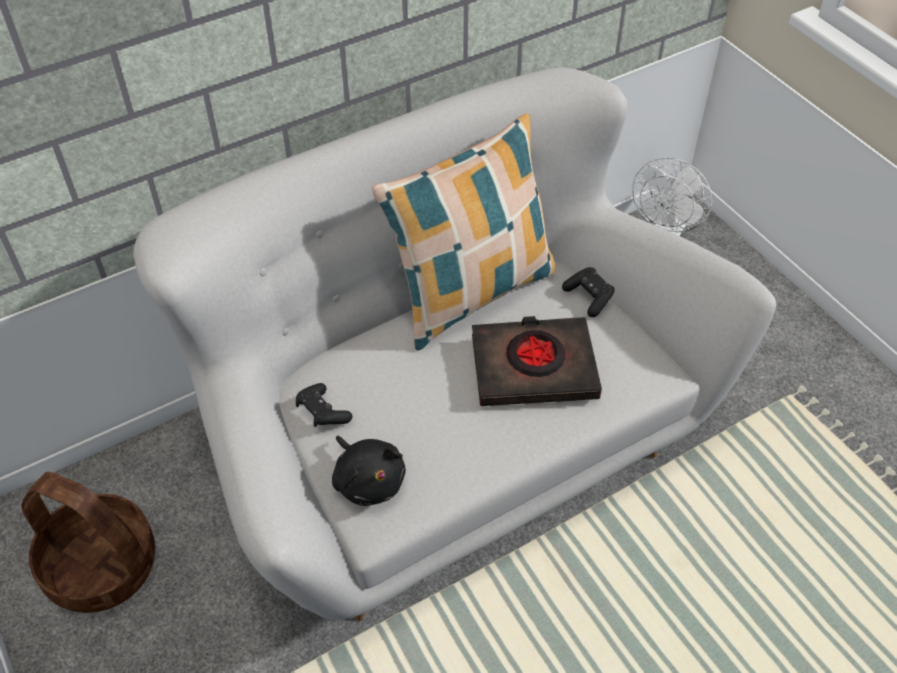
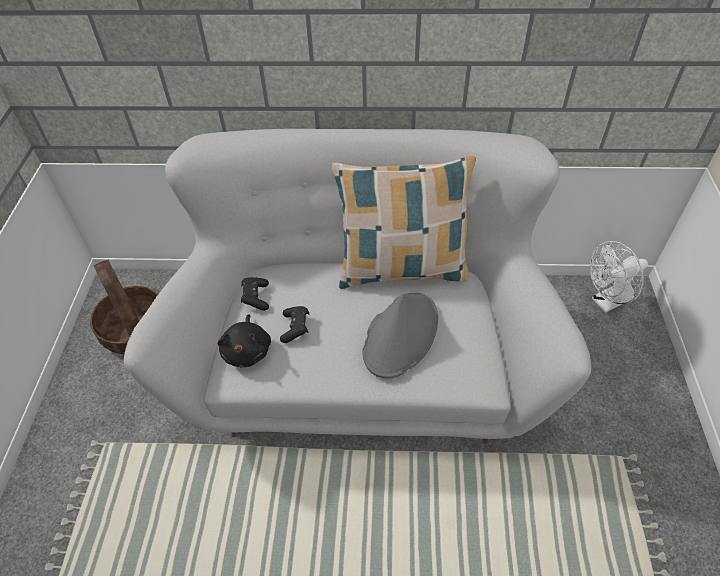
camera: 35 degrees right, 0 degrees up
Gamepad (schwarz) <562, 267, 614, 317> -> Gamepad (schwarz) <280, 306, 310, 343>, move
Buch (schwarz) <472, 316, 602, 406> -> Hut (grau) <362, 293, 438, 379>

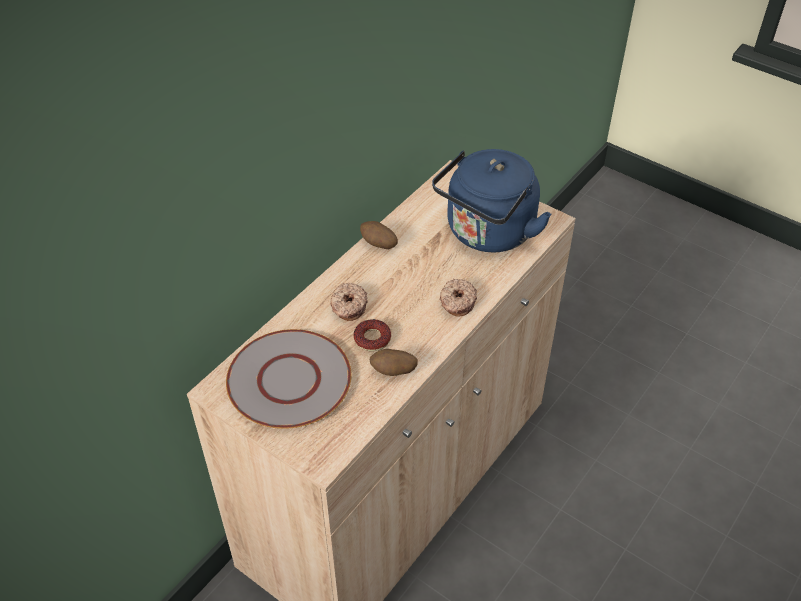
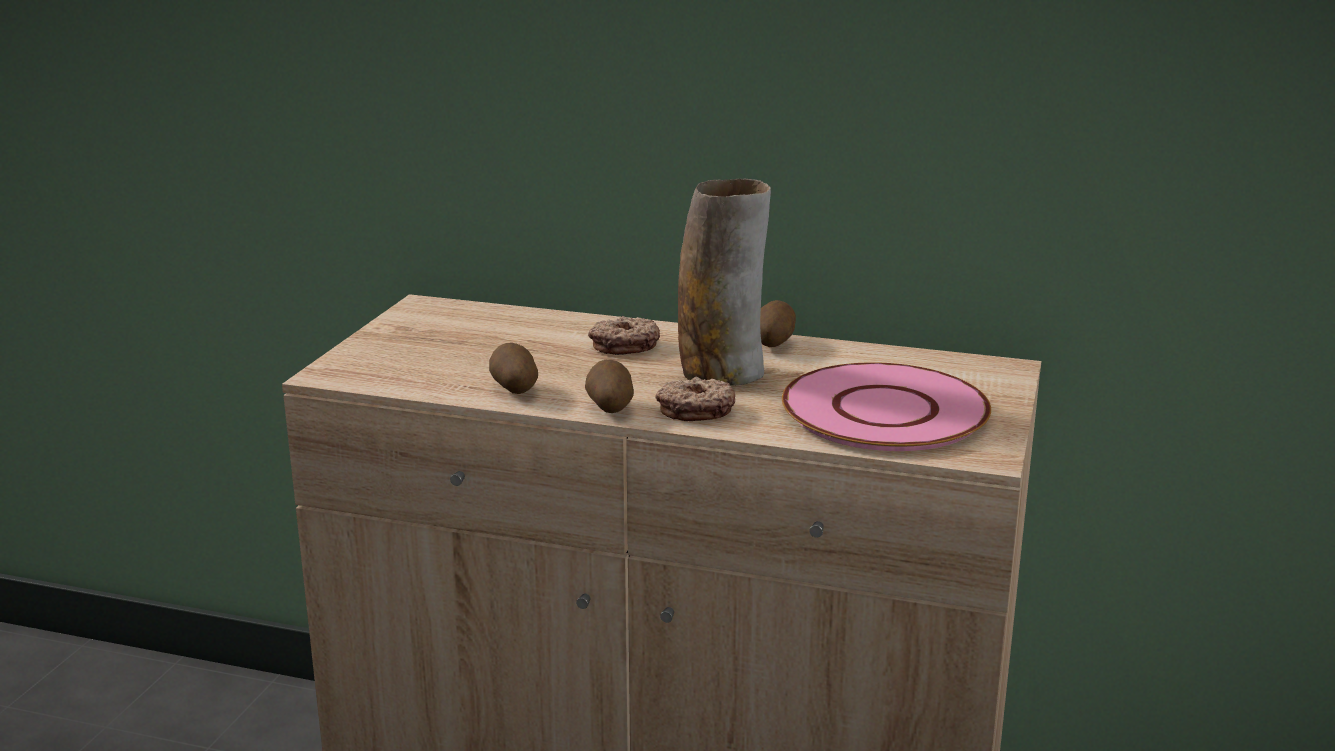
camera: 70 degrees right, 25 degrees down
Teller (grau) <226, 329, 352, 429> -> none
Donut <354, 319, 391, 352> -> none
none -> Kartoffel <585, 360, 634, 413>
none -> Vase <678, 178, 771, 386>
Wasserkessel (blau) <432, 149, 552, 252> -> Teller (rosa) <782, 362, 991, 451>

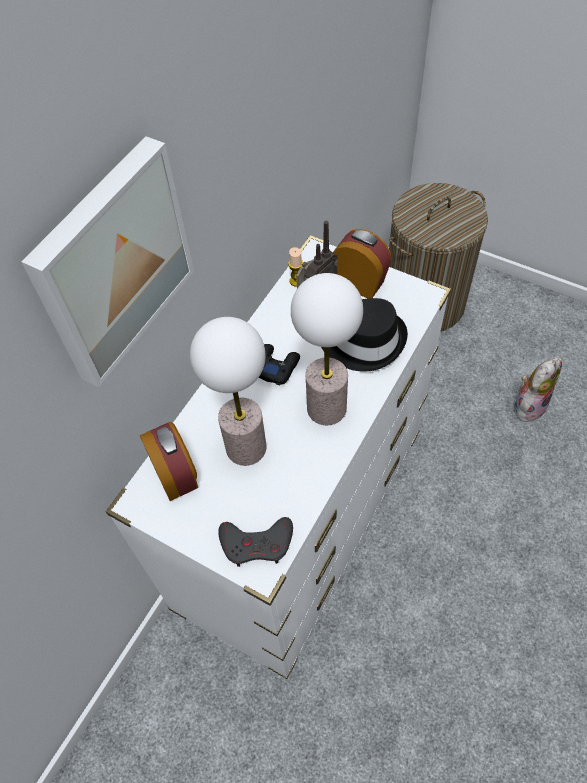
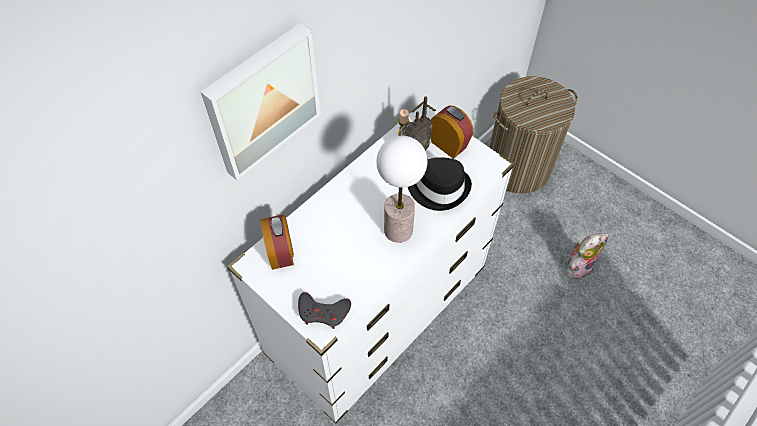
camera: 10 degrees right, 0 degrees up
Tischlampe <190, 317, 267, 466> -> none
Gamepad (schwarz) <259, 344, 300, 385> -> none

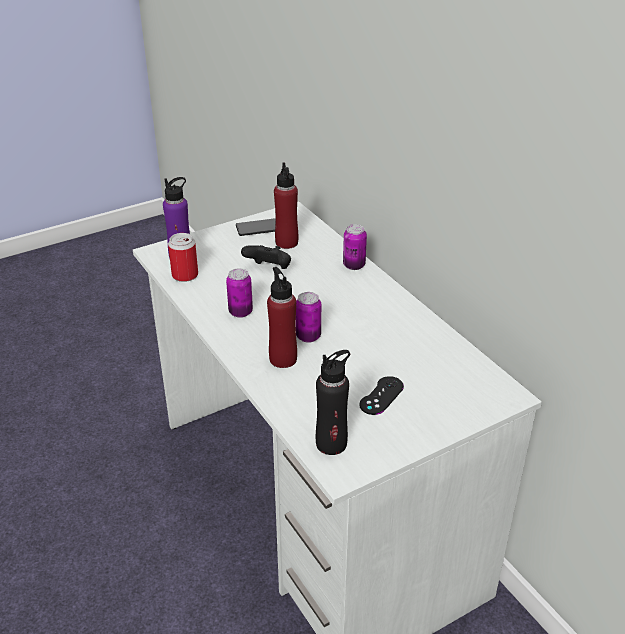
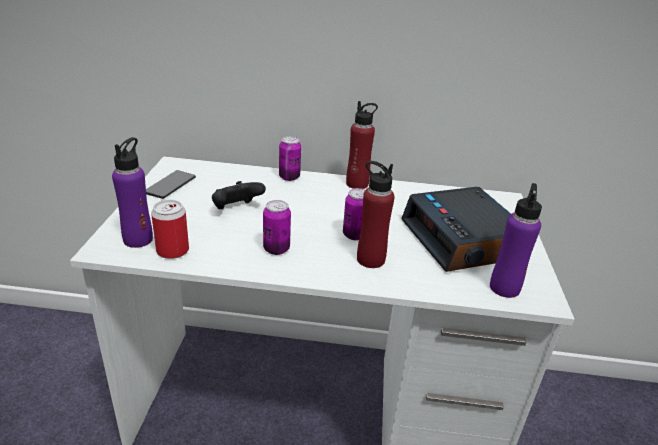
camera: 55 degrees left, 5 degrees down
Flasche (rot) <274, 162, 298, 249> -> Flasche (rot) <346, 101, 378, 189>, move
Gamepad (schwarz) <359, 376, 404, 415> -> Wecker <401, 187, 511, 272>
Flasche (schwarz) <316, 350, 350, 455> -> Flasche (lila) <490, 183, 542, 298>

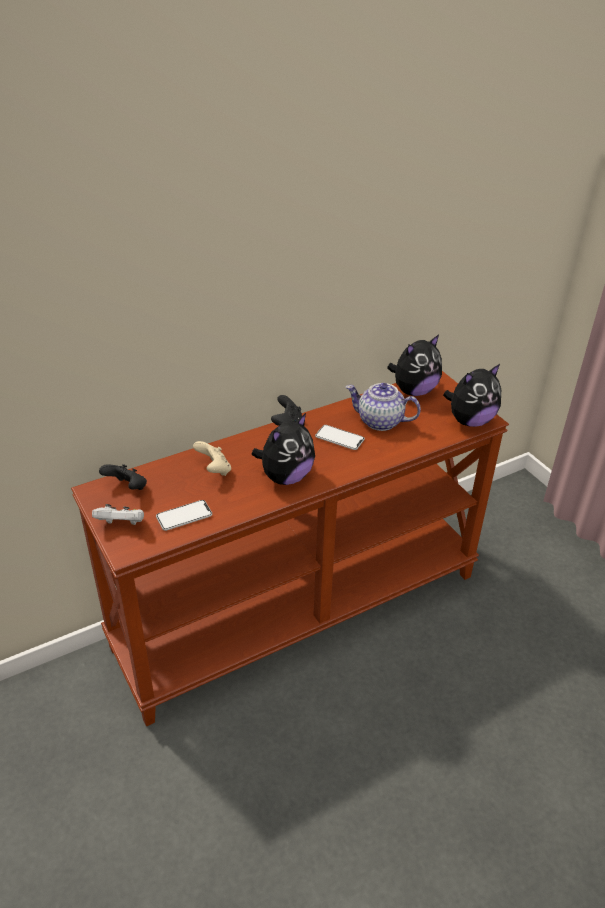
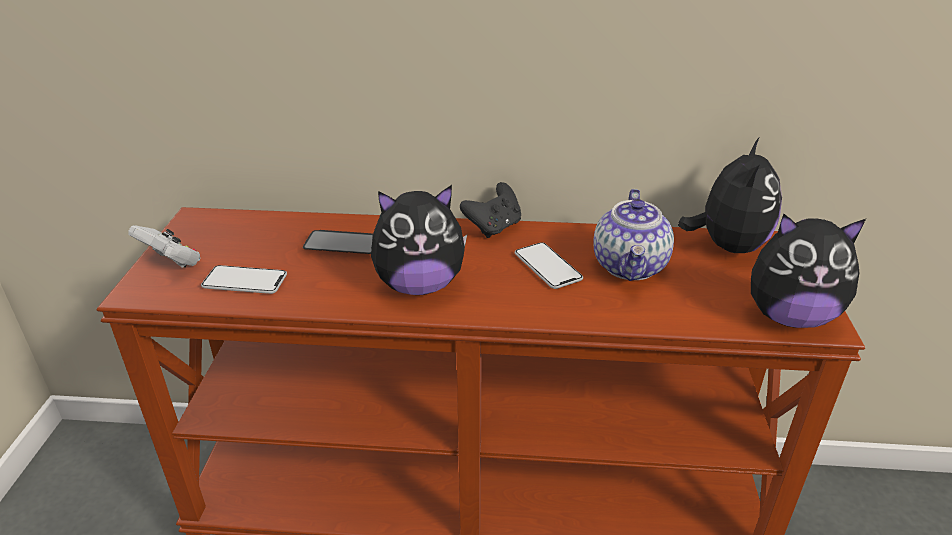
camera: 35 degrees right, 5 degrees down
Gamepad (schwarz) <99, 464, 147, 490> -> none
Gamepad (beige) <193, 441, 231, 476> -> Handy <303, 230, 373, 254>
Teekanne <346, 383, 421, 431> -> Teekanne <593, 189, 674, 281>, 135 degrees counterclockwise
Plüschtier <387, 335, 442, 396> -> Plüschtier <678, 138, 782, 253>, 75 degrees counterclockwise

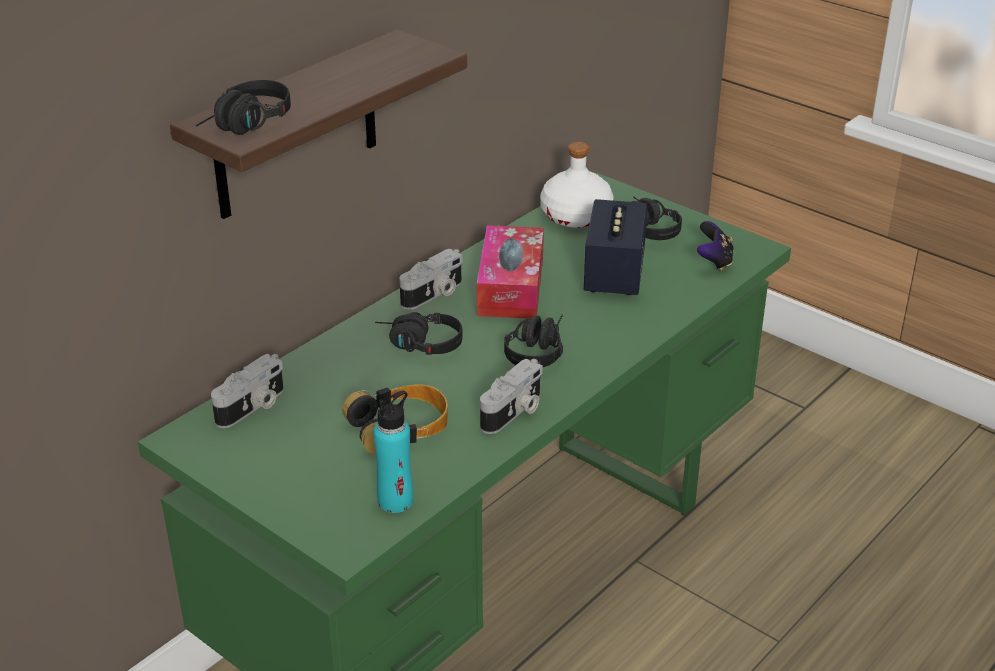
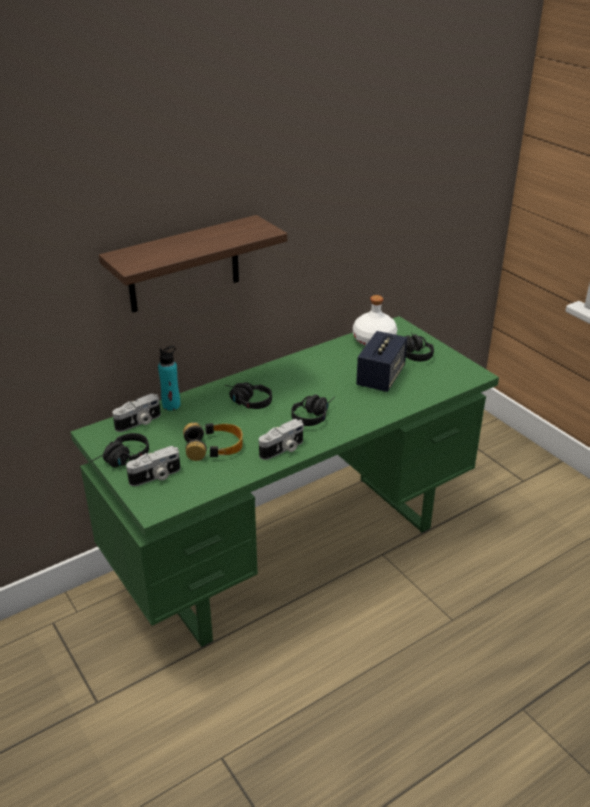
camera: 15 degrees right, 0 degrees up
Taschentuchbox <477, 225, 544, 319> -> none
Gamepad <697, 221, 734, 271> -> none
Kopfhörer (schwarz) <196, 80, 291, 135> -> Kopfhörer (schwarz) <91, 433, 149, 467>, move
Flasche (türkis) <373, 391, 413, 513> -> Flasche (türkis) <158, 346, 180, 410>, move
Kamera <399, 249, 463, 310> -> Kamera <126, 446, 180, 486>, move

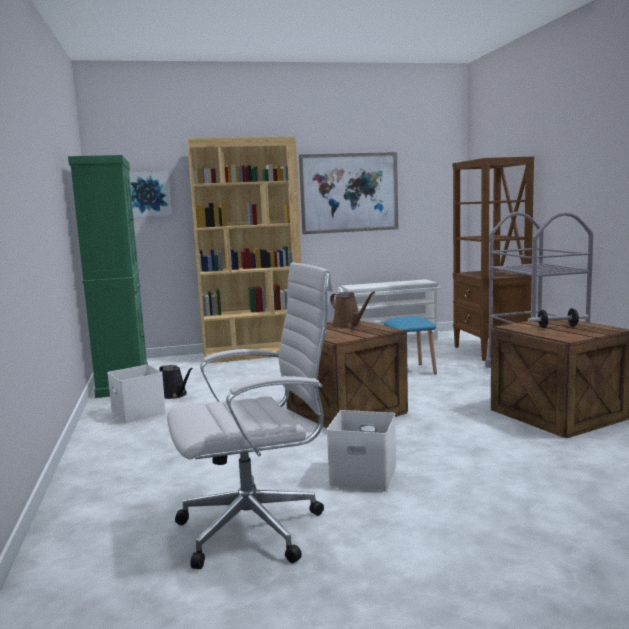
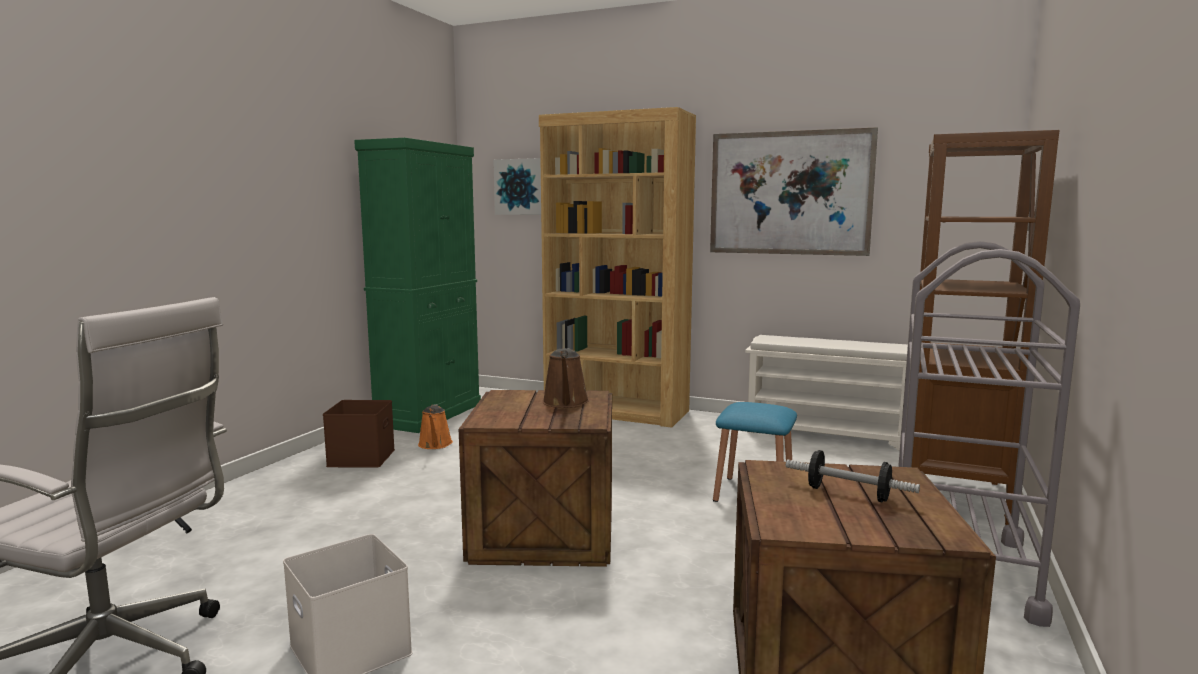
camera: 35 degrees right, 0 degrees up
Aufbewahrungsbox (weiß) <107, 365, 166, 424> -> Aufbewahrungsbox (braun) <323, 400, 395, 468>
Gießkanne (schwarz) <159, 365, 193, 399> -> Gießkanne (orange) <418, 404, 453, 449>

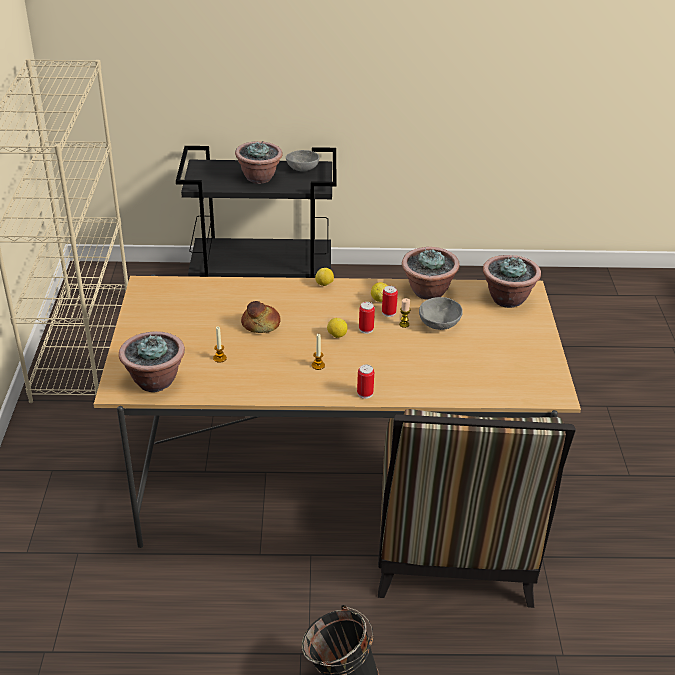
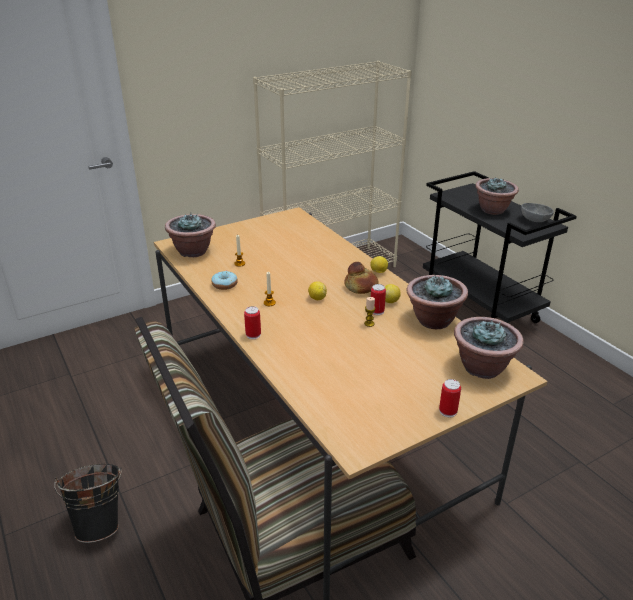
camera: 60 degrees right, 5 degrees down
Schüssel (grau) <419, 297, 463, 330> -> none
none -> Donut <211, 271, 238, 290>
Brot <241, 301, 280, 333> -> Brot <344, 262, 379, 294>, move
Dose <359, 302, 375, 334> -> Dose <439, 379, 461, 417>, move

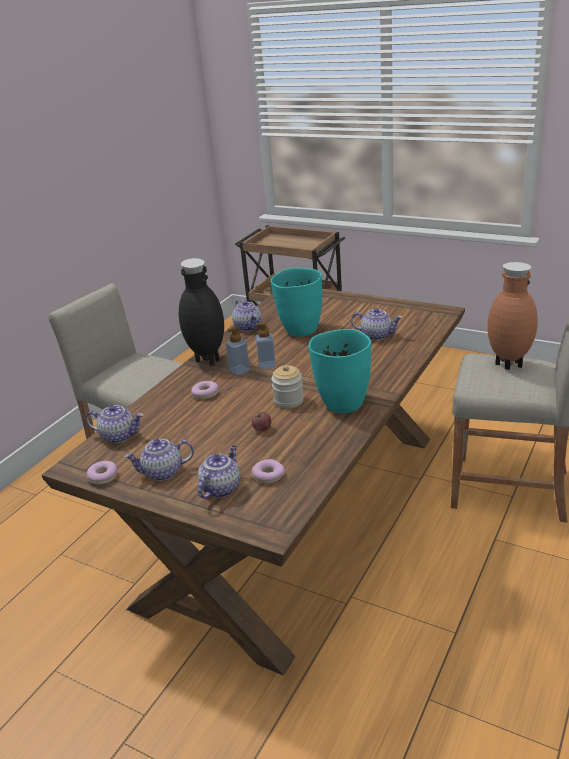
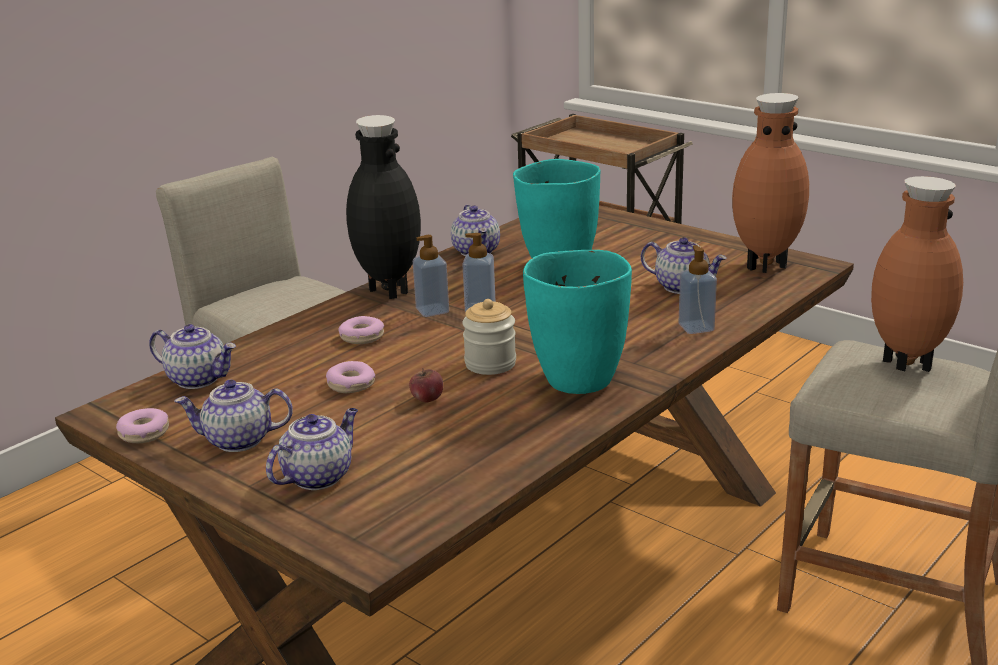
camera: 10 degrees right, 5 degrees down
none -> Seifenspender <678, 245, 717, 334>
none -> Vase (braun) <732, 93, 809, 273>
Donut <252, 459, 284, 484> -> Donut <326, 361, 375, 393>, move

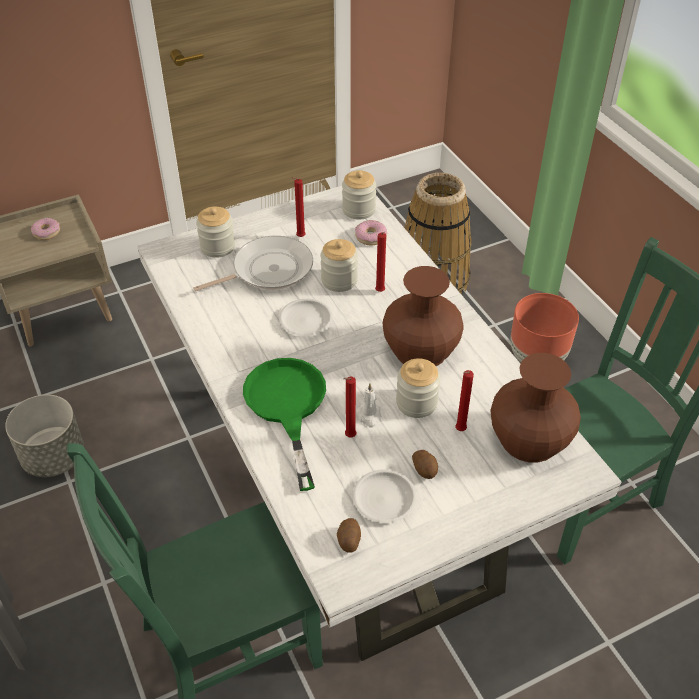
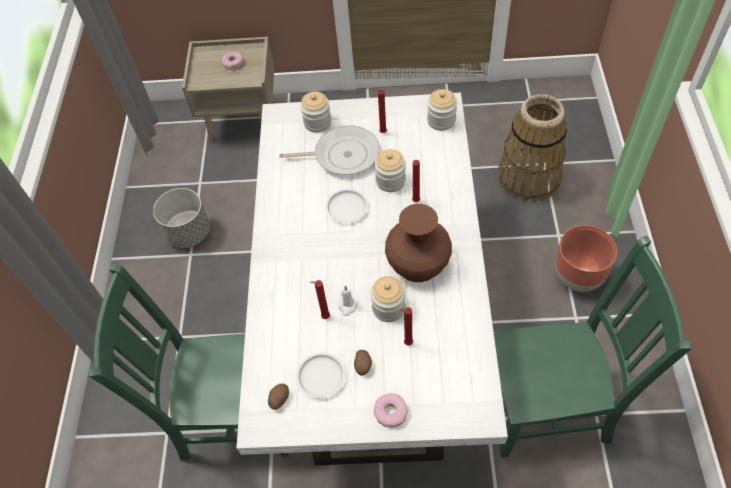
camera: 30 degrees right, 10 degrees up
Pfanne (grün) <243, 358, 326, 491> -> none
Vase (braun) <490, 353, 581, 462> -> none
Donut <355, 220, 387, 245> -> Donut <374, 393, 407, 428>, move

